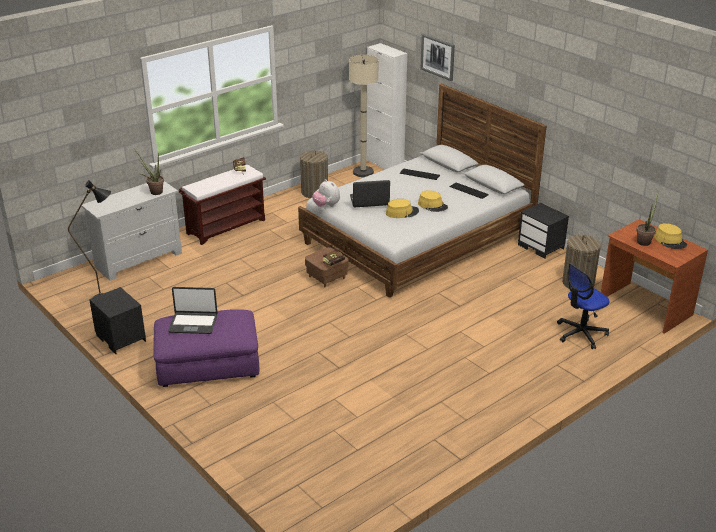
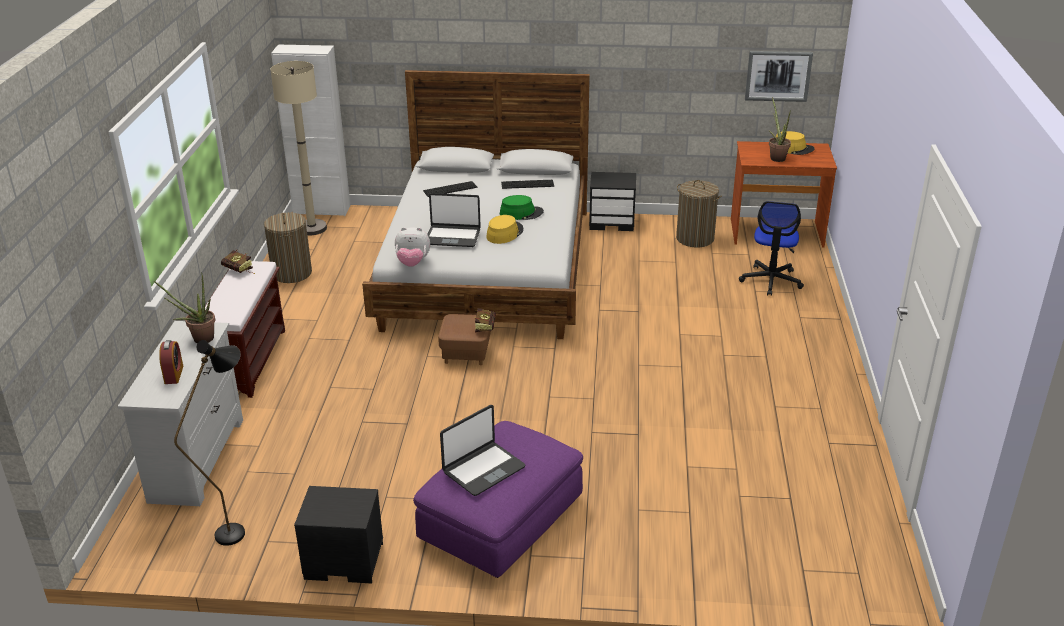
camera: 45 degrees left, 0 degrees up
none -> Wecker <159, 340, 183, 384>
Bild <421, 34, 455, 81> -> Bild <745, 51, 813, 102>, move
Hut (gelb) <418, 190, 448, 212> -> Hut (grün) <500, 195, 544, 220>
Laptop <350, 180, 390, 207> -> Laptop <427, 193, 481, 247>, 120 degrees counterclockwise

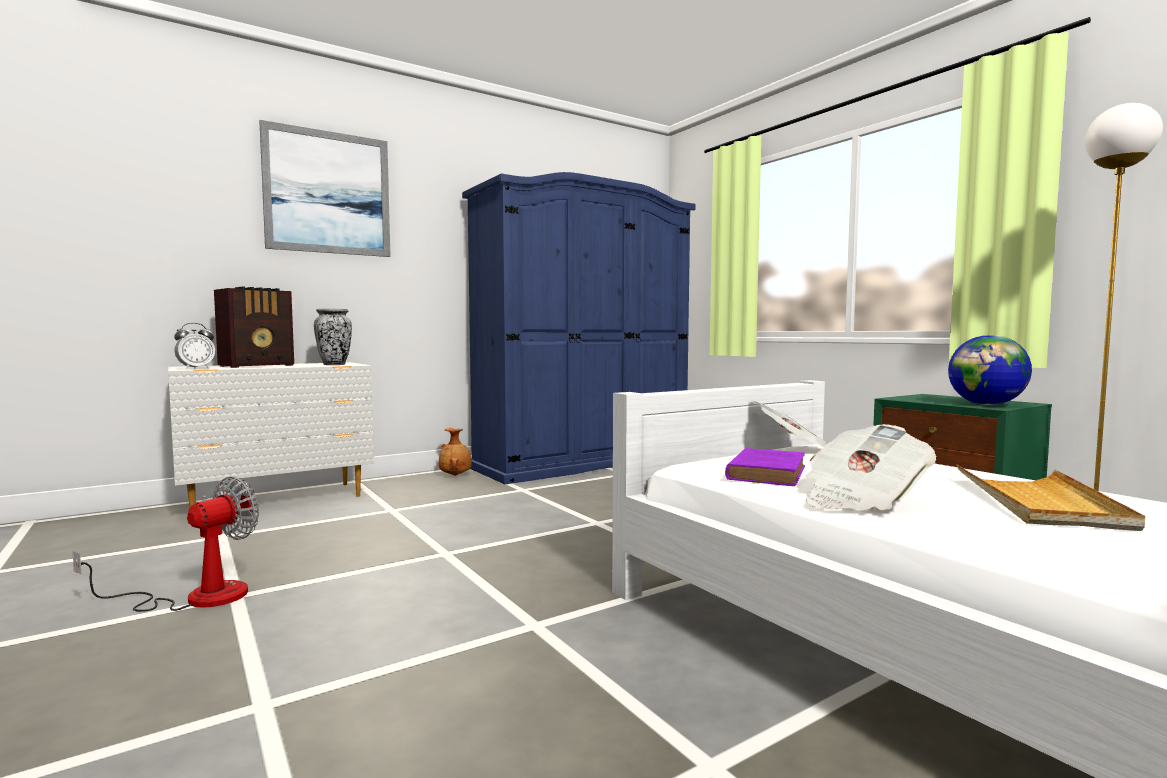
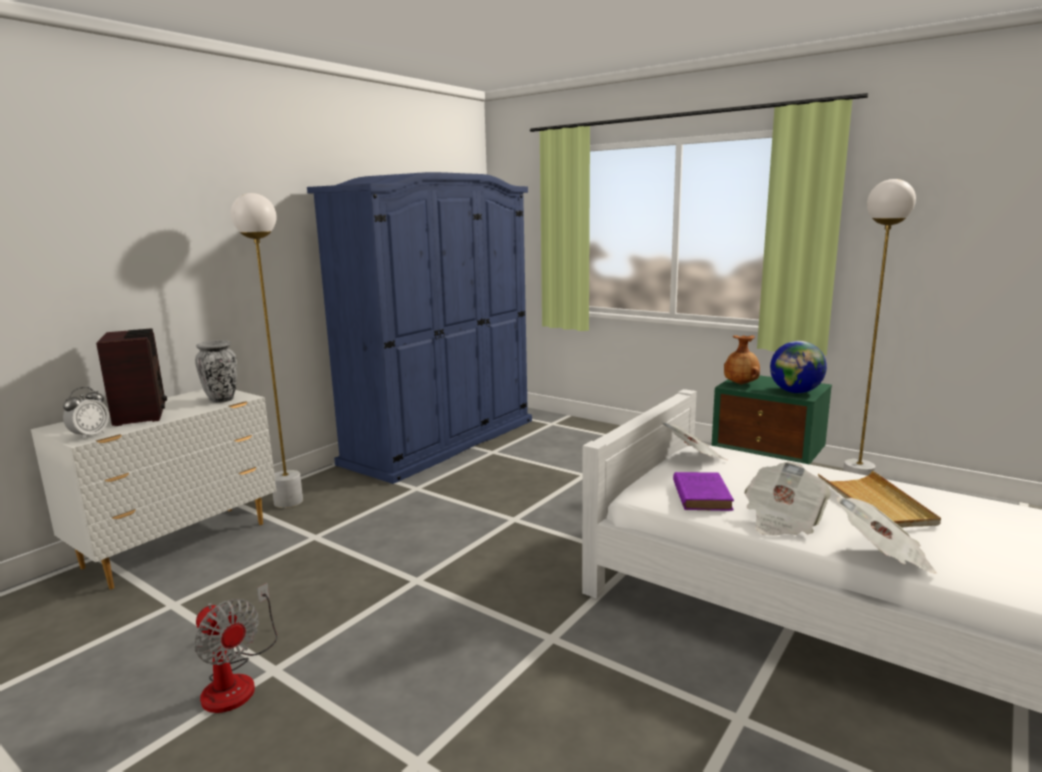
camera: 20 degrees left, 10 degrees up
Bild <259, 120, 390, 257> -> none
none -> Stehlampe (weiß) <231, 193, 303, 508>
none -> Zeitung <837, 497, 937, 574>
Vase (braun) <439, 428, 472, 476> -> Vase (braun) <724, 335, 760, 385>, move
Ventilator <72, 476, 259, 612> -> Ventilator <194, 583, 277, 713>, 120 degrees clockwise
Radio <214, 287, 294, 368> -> Radio <96, 328, 167, 426>, 45 degrees counterclockwise

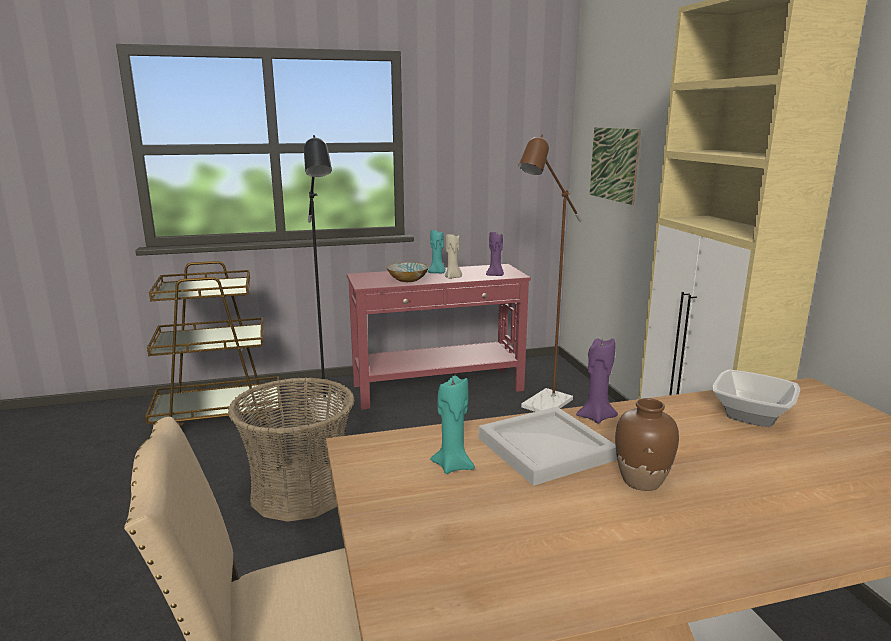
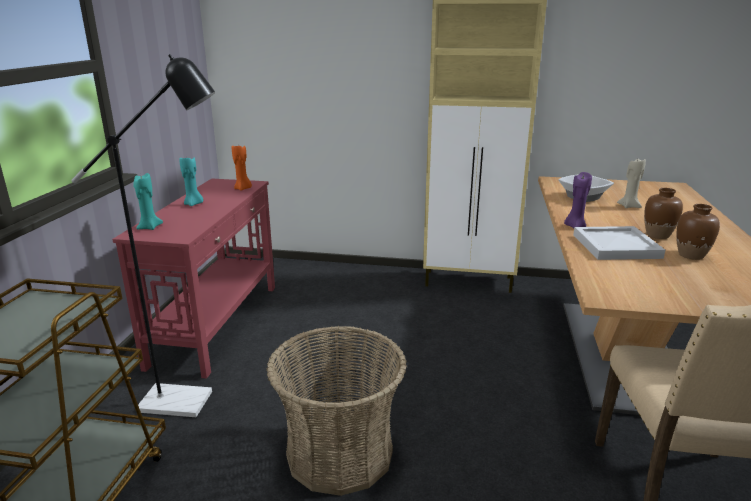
camera: 65 degrees left, 5 degrees up
Schüssel <387, 262, 429, 282> -> none
Stehlampe (braun) <518, 134, 582, 412> -> none
Bild <590, 127, 641, 205> -> none
none -> Vase (braun) <676, 204, 720, 260>
Kerze (türkis) <430, 375, 475, 474> -> Kerze (türkis) <133, 173, 163, 230>, move
Kerze (beige) <445, 234, 462, 279> -> Kerze (beige) <617, 159, 646, 208>, move
Kerze (lila) <486, 230, 504, 276> -> Kerze (orange) <232, 145, 252, 191>

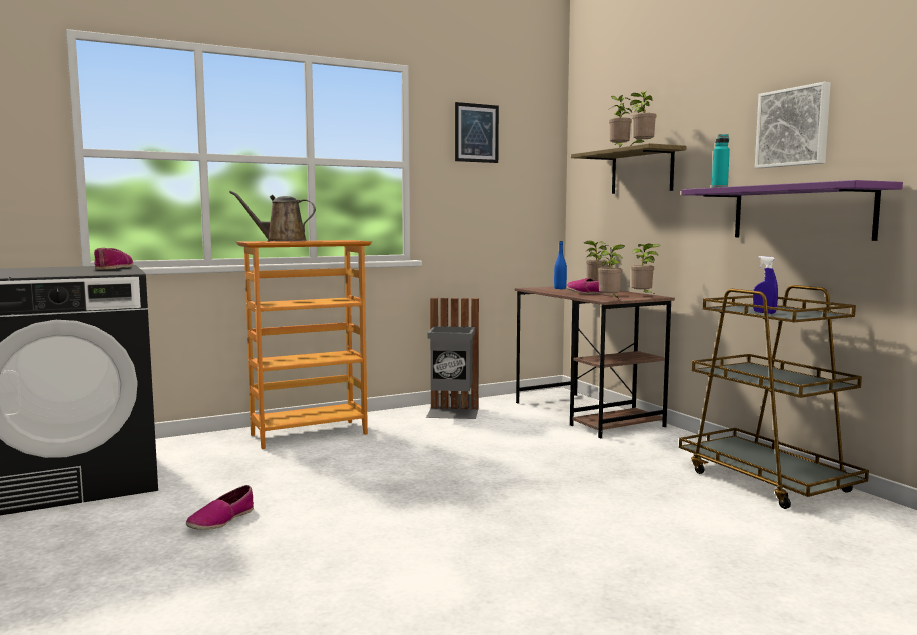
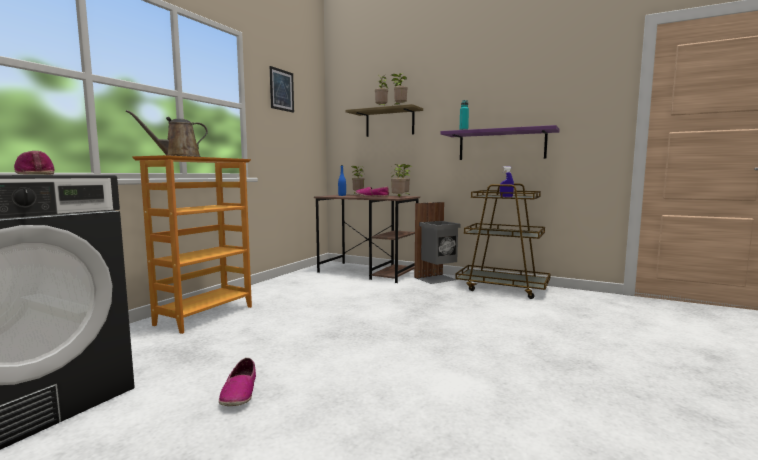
camera: 35 degrees left, 0 degrees up
Bild <755, 82, 831, 168> -> none
Mülleimer (grau) <426, 298, 479, 419> -> Mülleimer (grau) <414, 202, 461, 284>, move

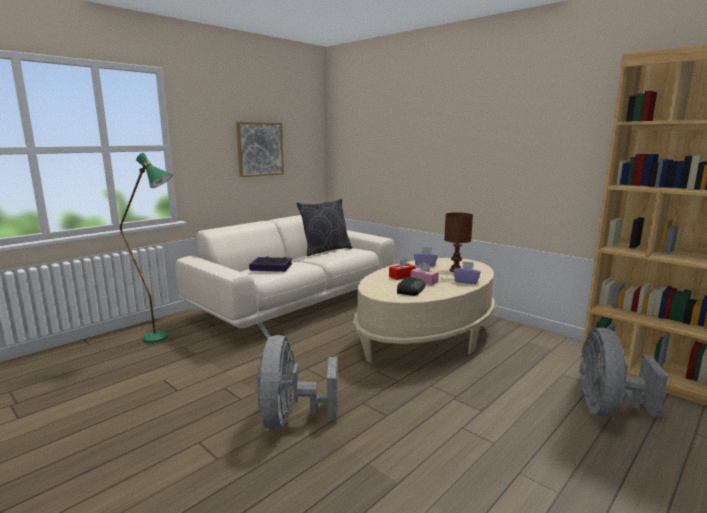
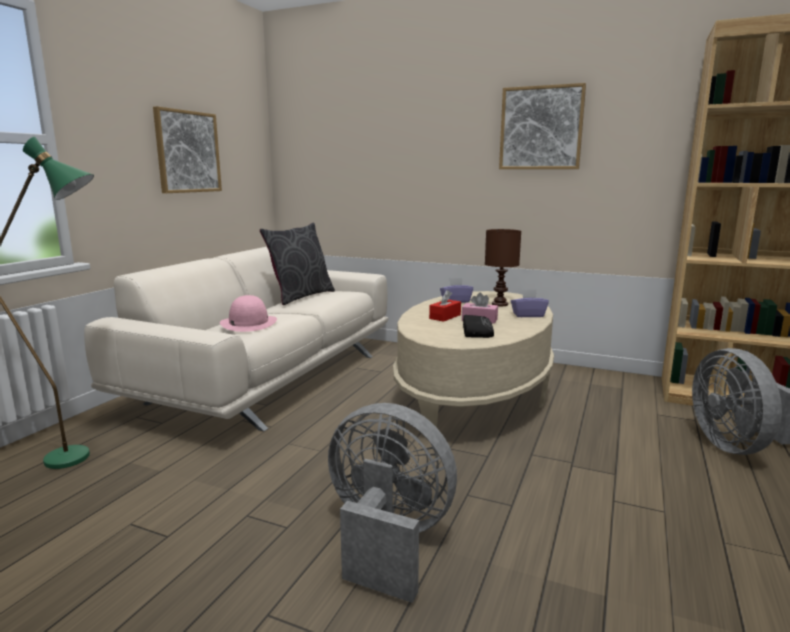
camera: 20 degrees left, 0 degrees up
none -> Bild <499, 83, 586, 169>
Buch <249, 257, 292, 272> -> Hut (rosa) <220, 295, 277, 332>
Ventilator (grau) <256, 335, 337, 430> -> Ventilator (grau) <328, 403, 457, 603>, 135 degrees clockwise

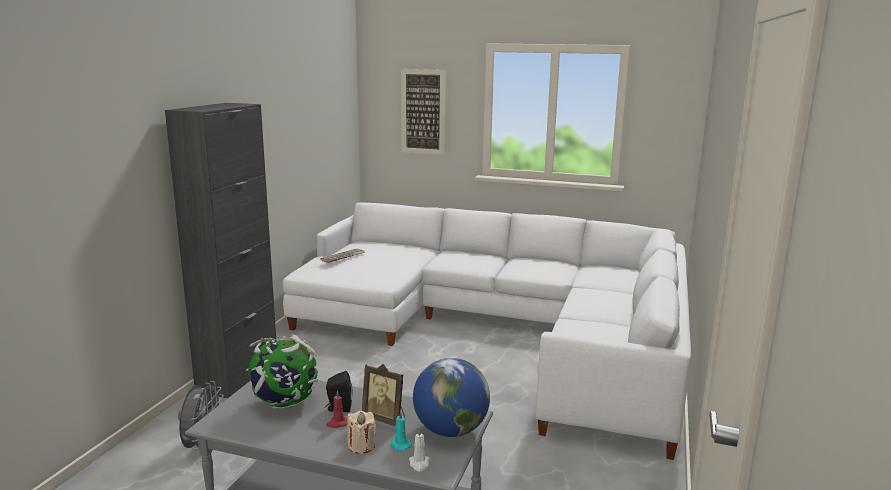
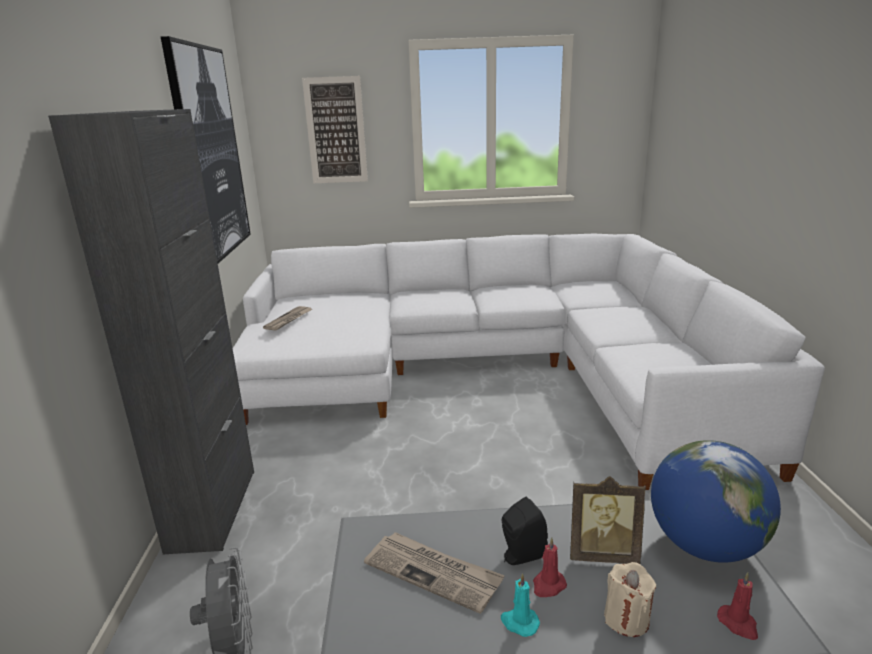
camera: 20 degrees left, 5 degrees up
none -> Bild <161, 36, 251, 263>
Kerze (türkis) <390, 411, 412, 451> -> Kerze (türkis) <501, 573, 540, 637>, move
Globus <246, 334, 318, 409> -> Zeitung <364, 532, 505, 614>
Kerze (weiß) <409, 427, 430, 471> -> Kerze (rot) <717, 572, 758, 640>

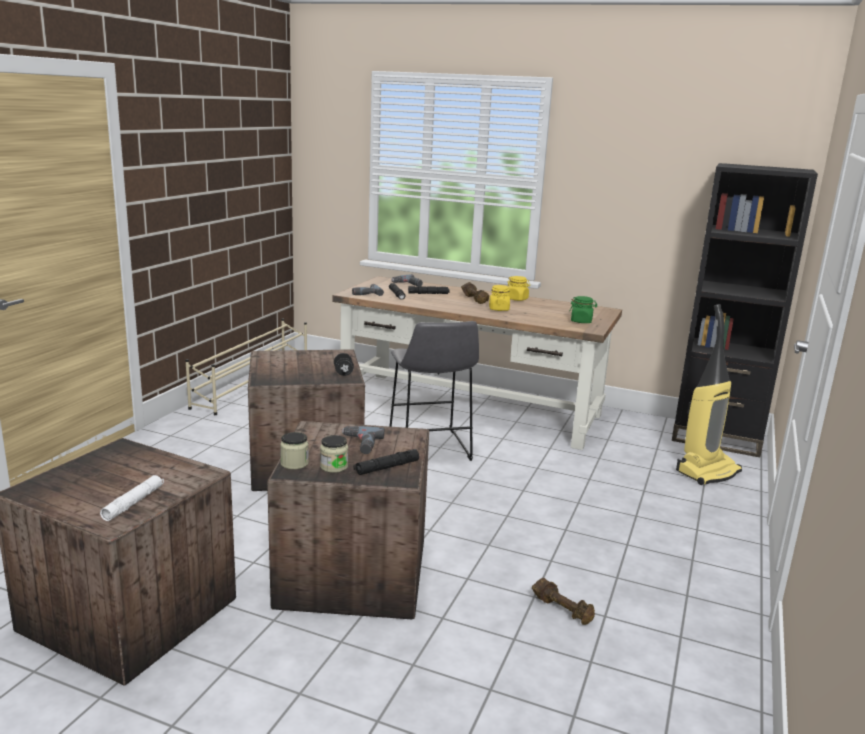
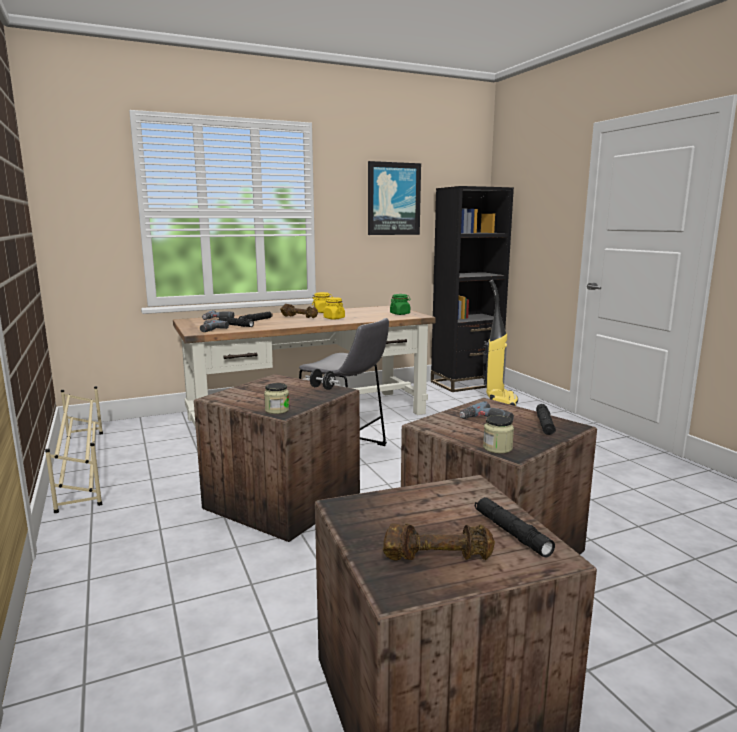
camera: 45 degrees left, 5 degrees down
none -> Bild <368, 161, 421, 235>
Vorratsglas <320, 435, 348, 473> -> Vorratsglas <264, 383, 289, 414>, move
Hantel (braun) <532, 578, 595, 625> -> Hantel (braun) <383, 523, 495, 561>, move
Taschenlampe (weiß) <100, 475, 164, 521> -> Taschenlampe (schwarz) <475, 497, 555, 557>

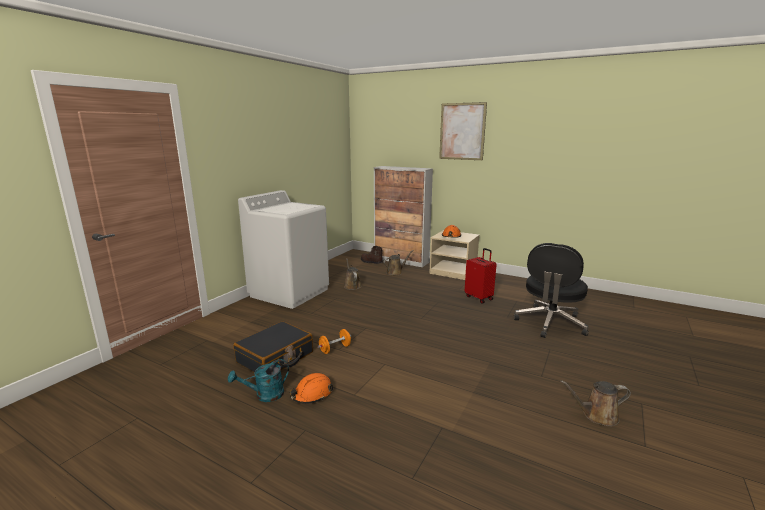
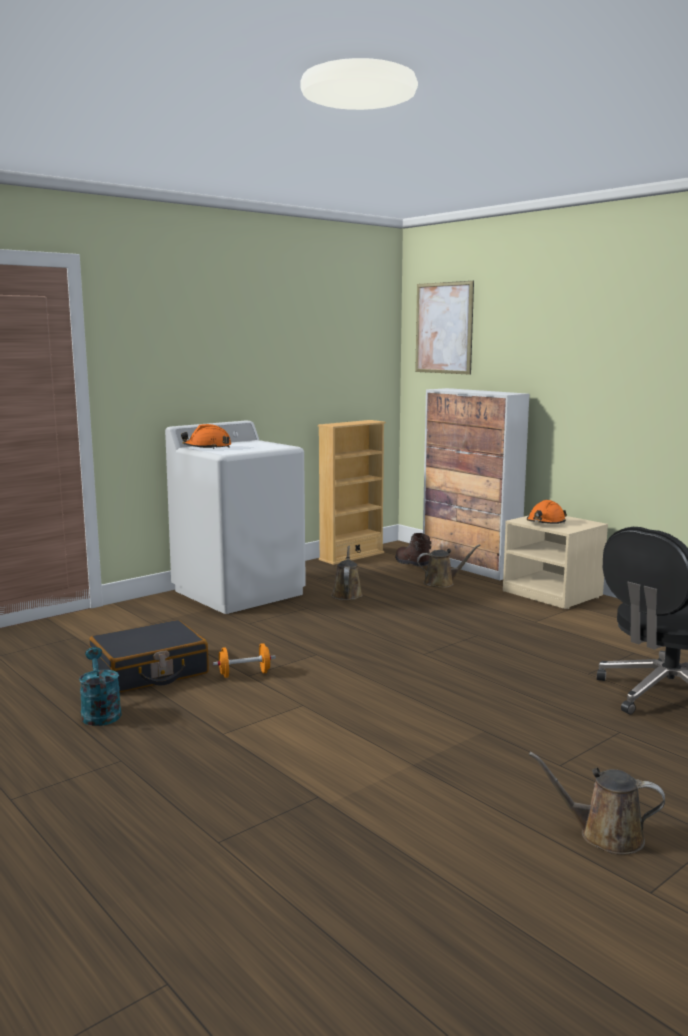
camera: 20 degrees right, 5 degrees down
Koffer (rot) <465, 248, 497, 303> -> none
none -> Bücherregal (beige) <318, 420, 386, 565>
Schutzhelm (orange) <289, 373, 333, 404> -> Schutzhelm (orange) <181, 424, 231, 449>, move
Bild <439, 102, 487, 160> -> Bild <415, 281, 474, 375>, move
Gießkanne (türkis) <228, 359, 289, 402> -> Gießkanne (türkis) <79, 647, 122, 726>, 75 degrees clockwise

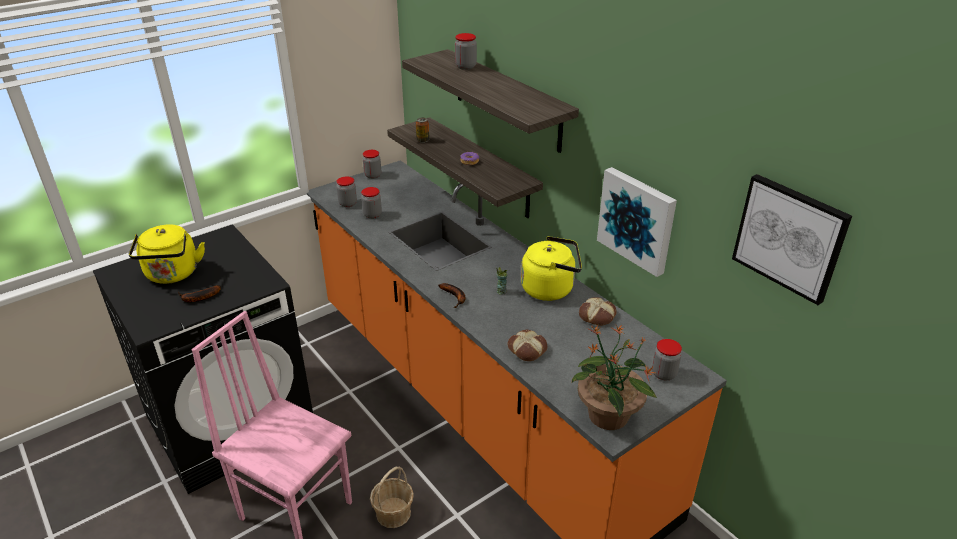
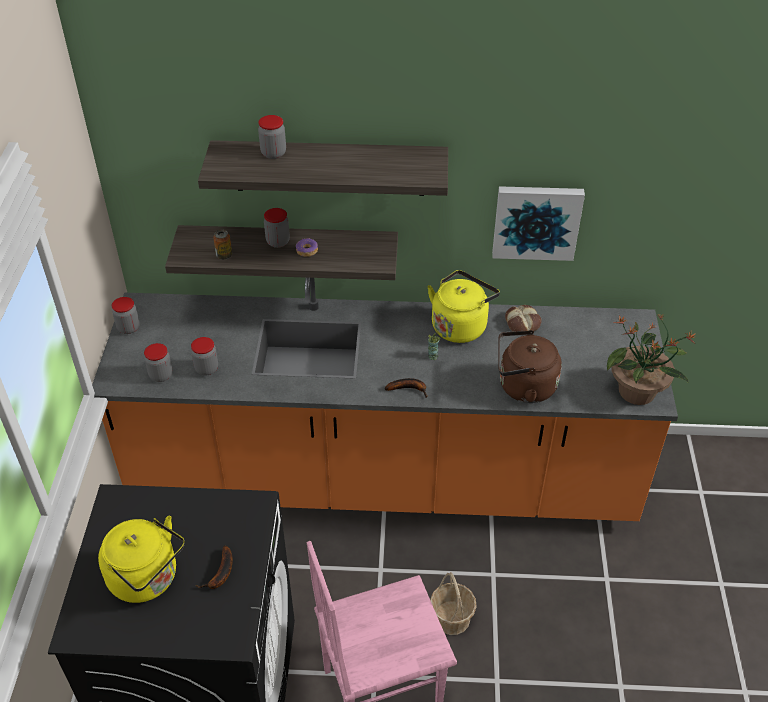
camera: 50 degrees left, 10 degrees up
Bild <732, 174, 852, 305> -> none
Vorratsglas <652, 339, 682, 380> -> Vorratsglas <264, 208, 290, 248>, move
Brot <508, 330, 547, 361> -> Wasserkessel (braun) <498, 330, 562, 403>

